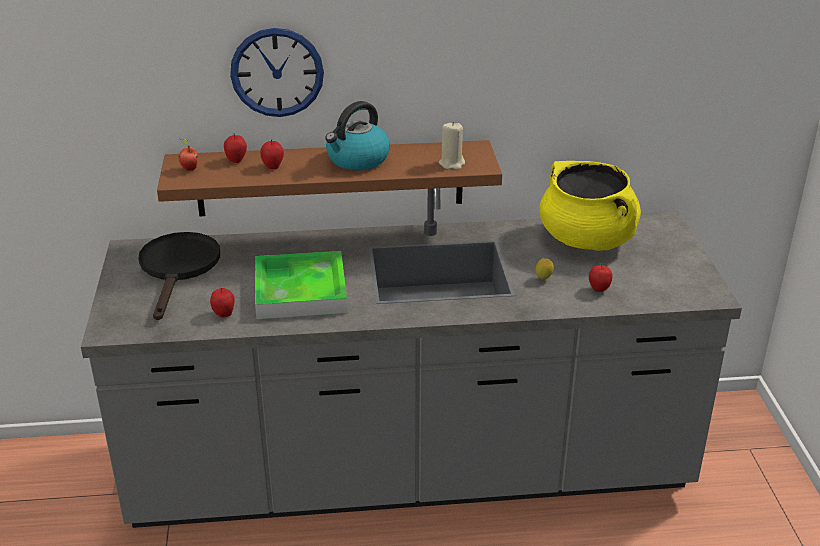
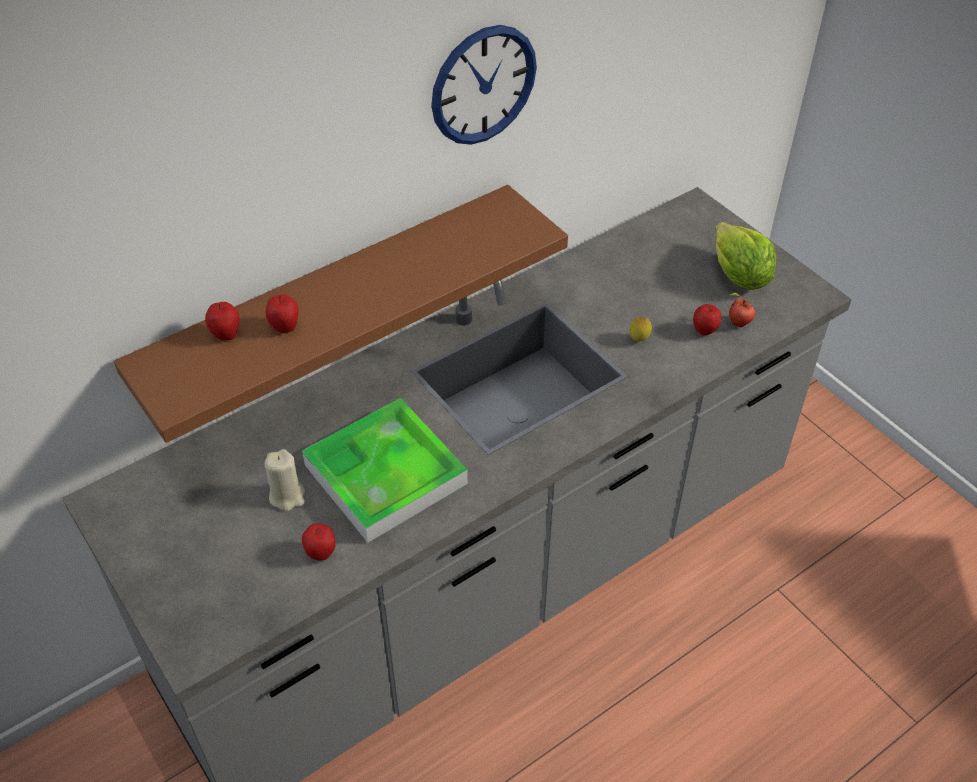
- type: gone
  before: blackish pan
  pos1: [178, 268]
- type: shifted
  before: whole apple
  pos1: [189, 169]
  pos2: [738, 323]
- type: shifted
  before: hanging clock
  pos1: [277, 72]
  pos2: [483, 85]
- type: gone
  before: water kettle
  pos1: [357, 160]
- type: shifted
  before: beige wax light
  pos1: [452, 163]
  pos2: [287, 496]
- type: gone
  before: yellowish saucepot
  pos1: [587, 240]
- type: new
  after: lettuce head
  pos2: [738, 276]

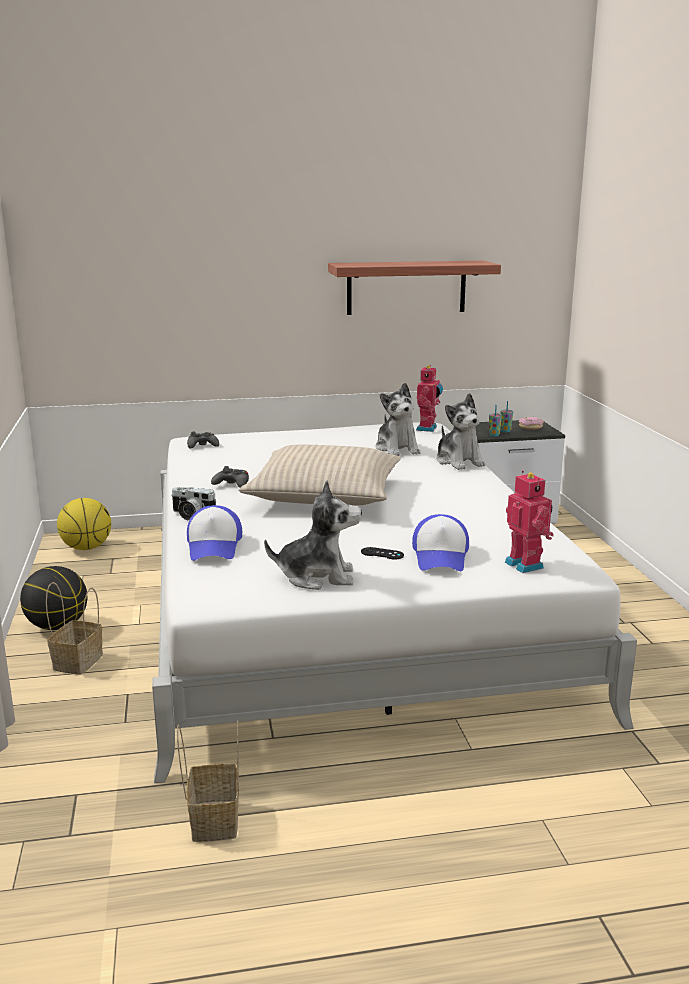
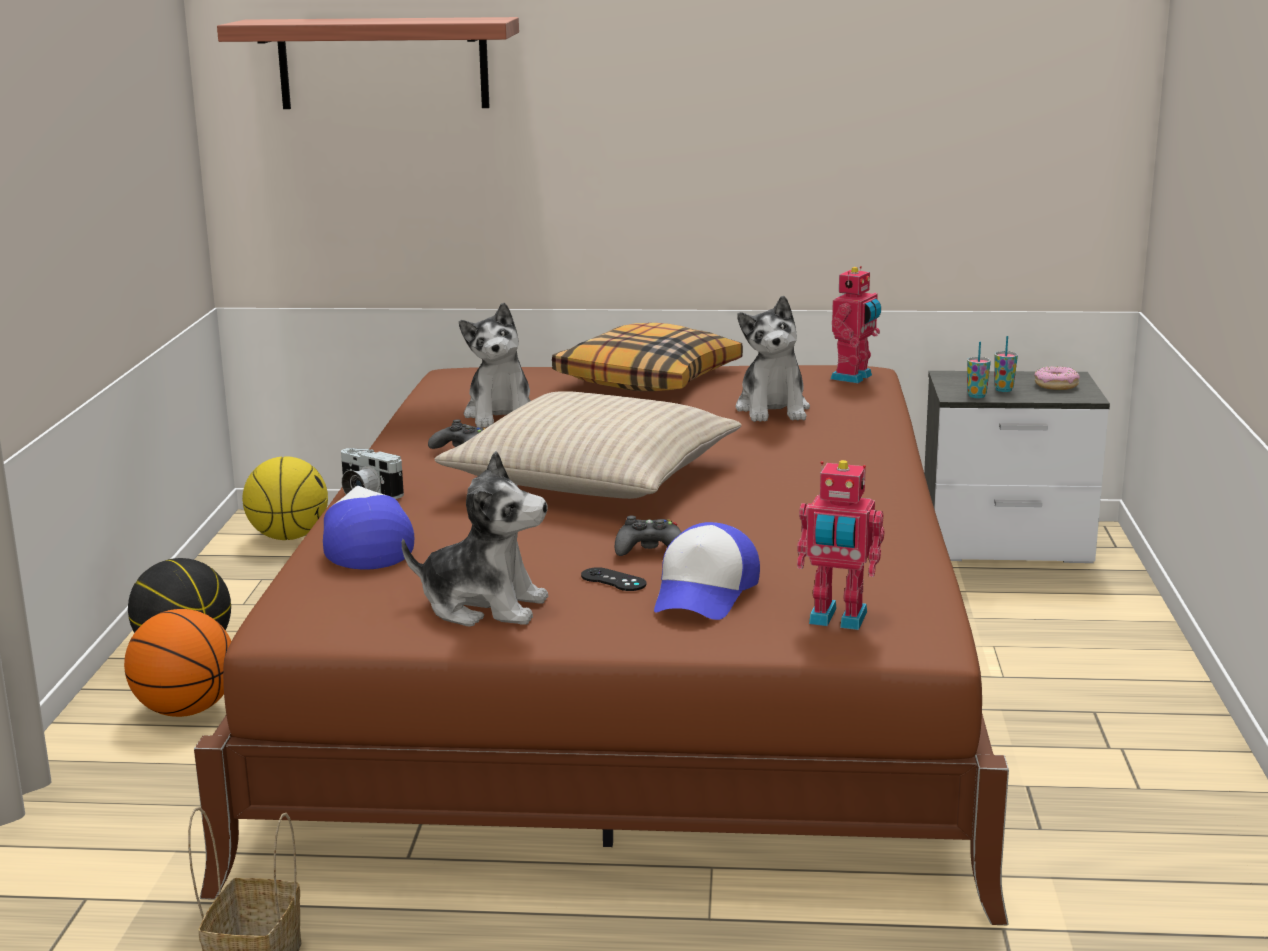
- type: swapped
  before: household basket
  after: basketball ball
  pos1: [78, 663]
  pos2: [186, 710]
- type: repainted
  before: whitish bed
  after: brown bed
  pos1: [344, 606]
  pos2: [636, 668]
- type: shifted
  before: blackish joypad
  pos1: [202, 446]
  pos2: [649, 549]
- type: rotated
  before: peaked cap
  pos1: [214, 546]
  pos2: [364, 545]
  turn: 150
- type: shifted
  before: shelf
  pos1: [406, 287]
  pos2: [383, 63]
- type: shifted
  before: soft toy
  pos1: [459, 461]
  pos2: [501, 415]
- type: rotated
  before: model robot
  pos1: [526, 564]
  pos2: [837, 619]
  turn: 120
- type: new
  after: throw pillow
  pos2: [649, 379]

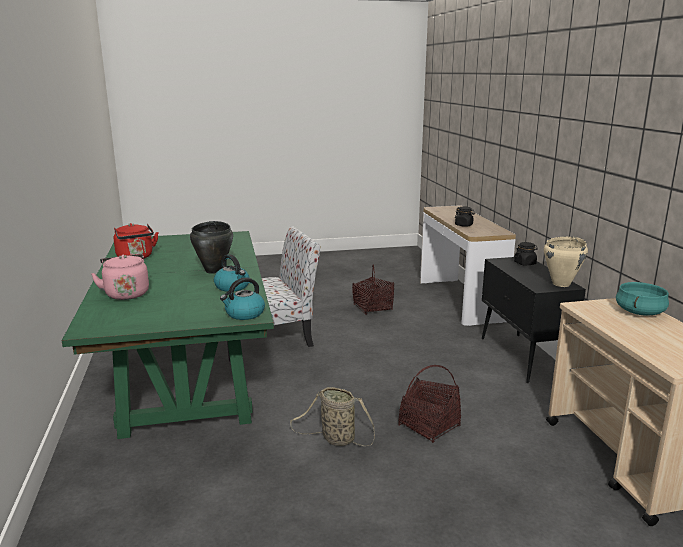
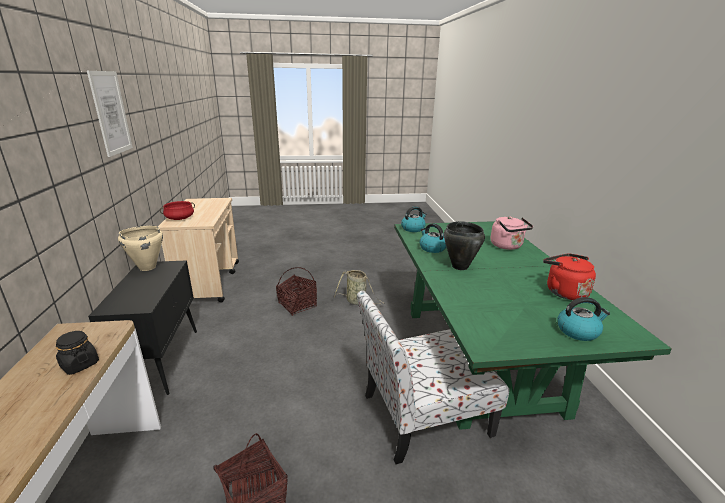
- type: gone
  before: blackish storage jar
  pos1: [525, 263]
- type: repainted
  before: turquoise-coloured saucepot
  after: red saucepot
  pos1: [640, 312]
  pos2: [180, 218]
- type: new
  after: picture
  pos2: [111, 113]
- type: new
  after: water kettle
  pos2: [578, 331]

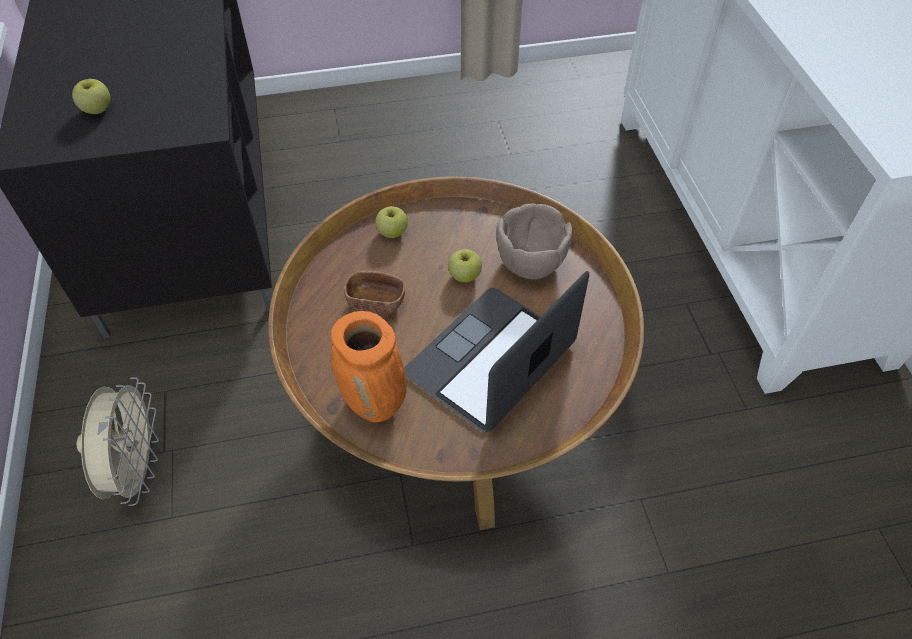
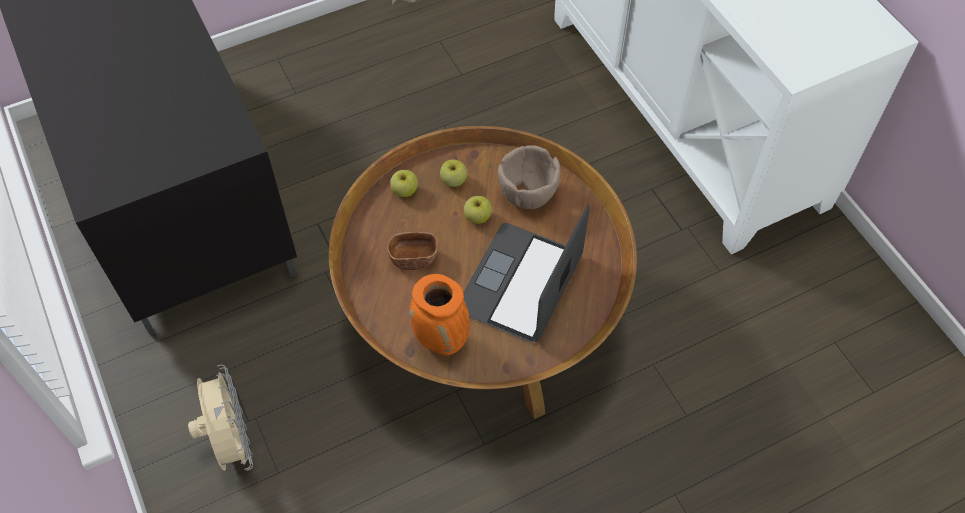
- type: shifted
  before: whole apple
  pos1: [97, 109]
  pos2: [453, 181]

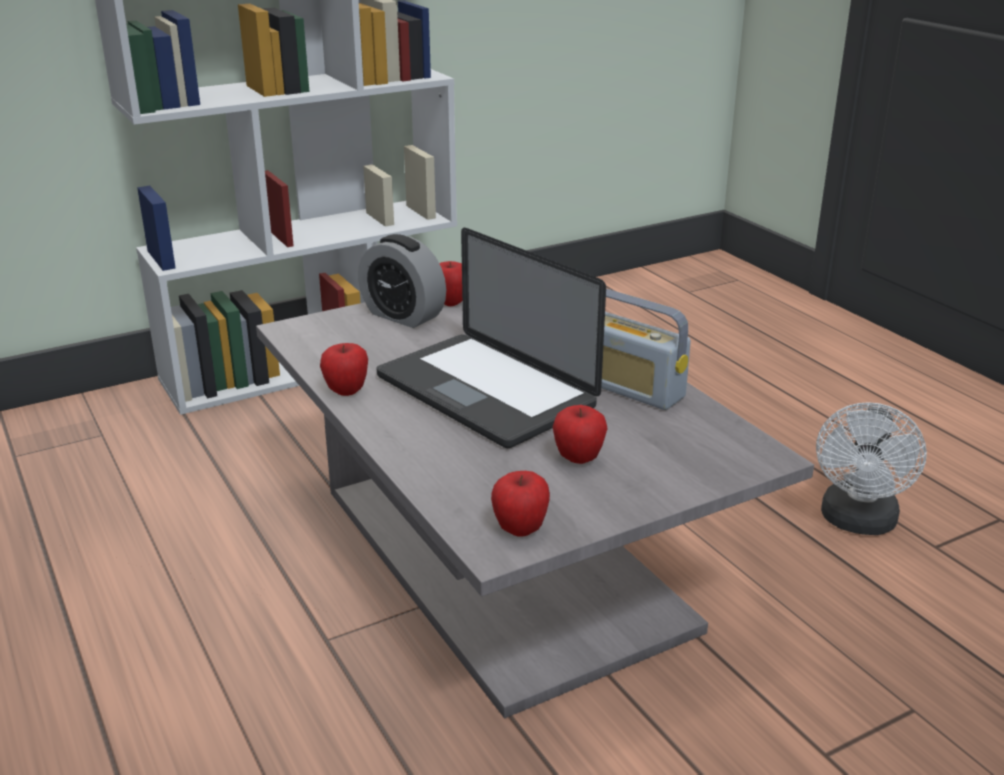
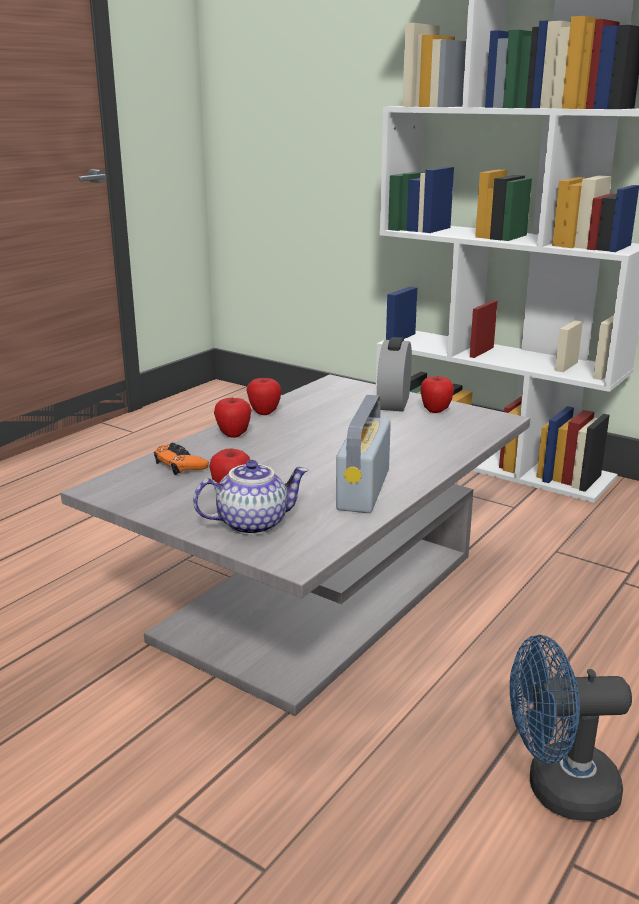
- type: gone
  before: laptop
  pos1: [485, 392]
- type: shifted
  before: whole apple
  pos1: [520, 530]
  pos2: [233, 434]
- type: repainted
  before: whitish cooling fan
  after: bluish cooling fan
  pos1: [857, 523]
  pos2: [558, 789]
- type: new
  after: orange-coloured joypad
  pos2: [180, 464]
- type: new
  after: pot for tea
  pos2: [253, 523]

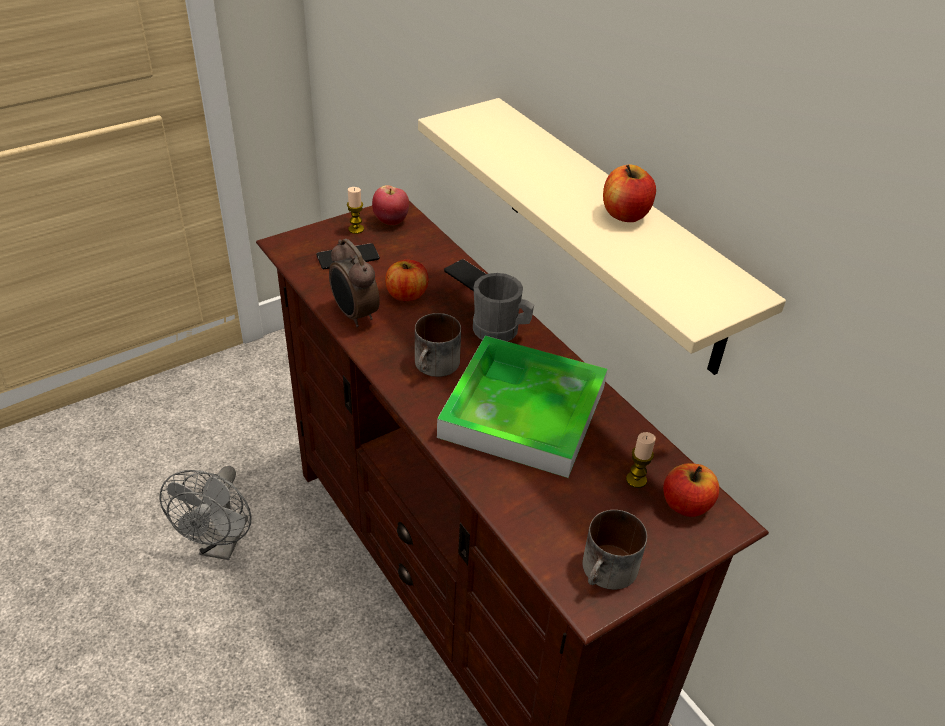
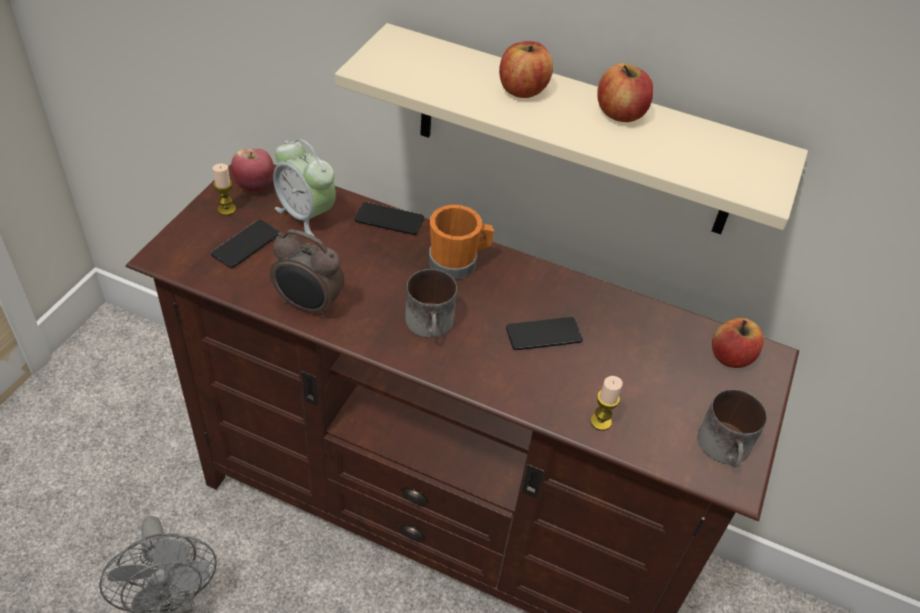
- type: shifted
  before: whole apple
  pos1: [406, 295]
  pos2: [522, 90]
- type: swapped
  before: carrying tray
  after: phone
  pos1: [523, 412]
  pos2: [543, 334]
- type: repainted
  before: grey tea mug
  after: orange-coloured tea mug
  pos1: [500, 330]
  pos2: [458, 262]
- type: shifted
  before: wax light
  pos1: [636, 480]
  pos2: [600, 421]
- type: new
  after: table clock
  pos2: [306, 215]

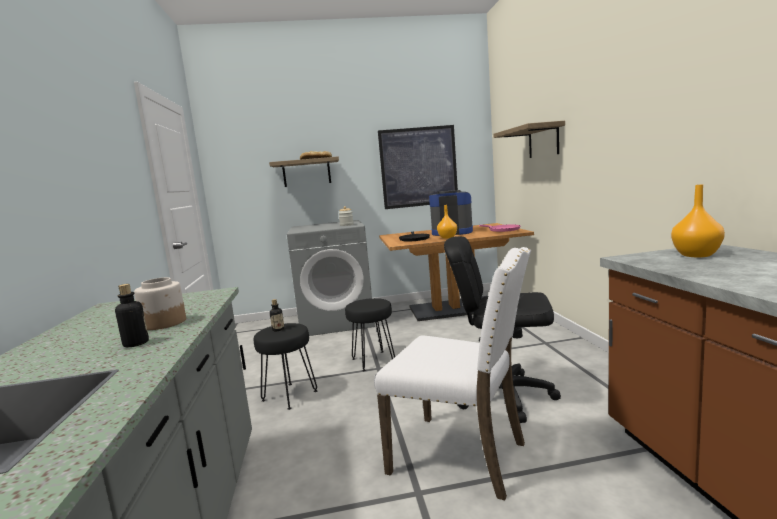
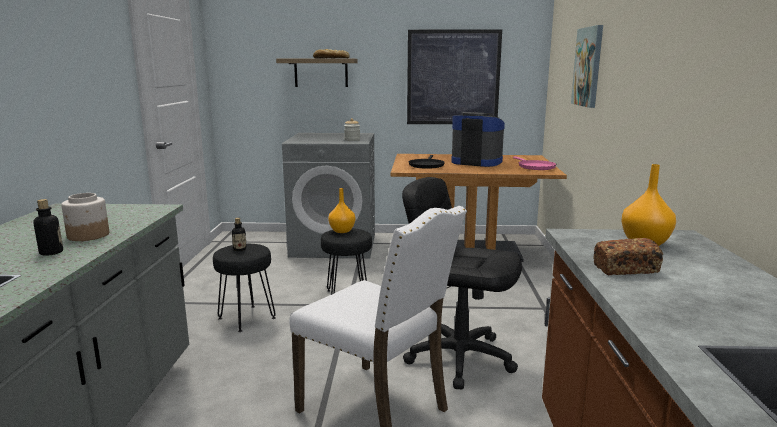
- type: shifted
  before: orange-coloured flower vase
  pos1: [448, 237]
  pos2: [342, 231]
- type: swapped
  before: shelf
  after: picture
  pos1: [543, 141]
  pos2: [588, 67]
- type: new
  after: bakery bread
  pos2: [625, 269]

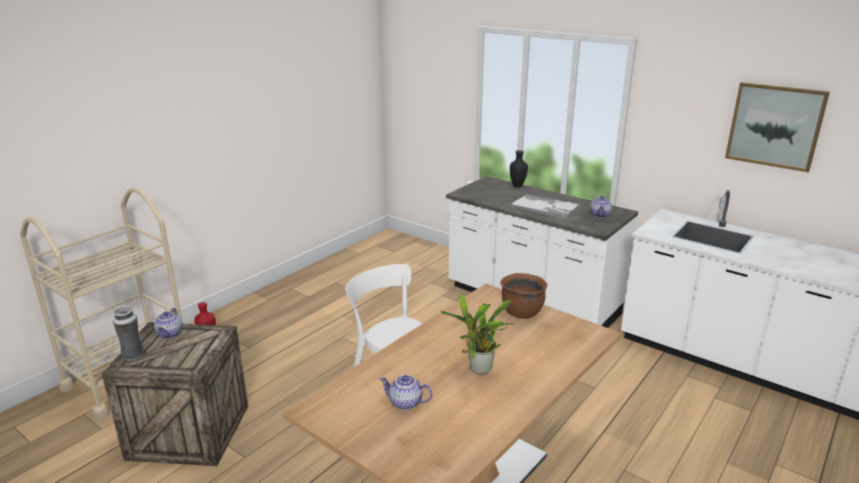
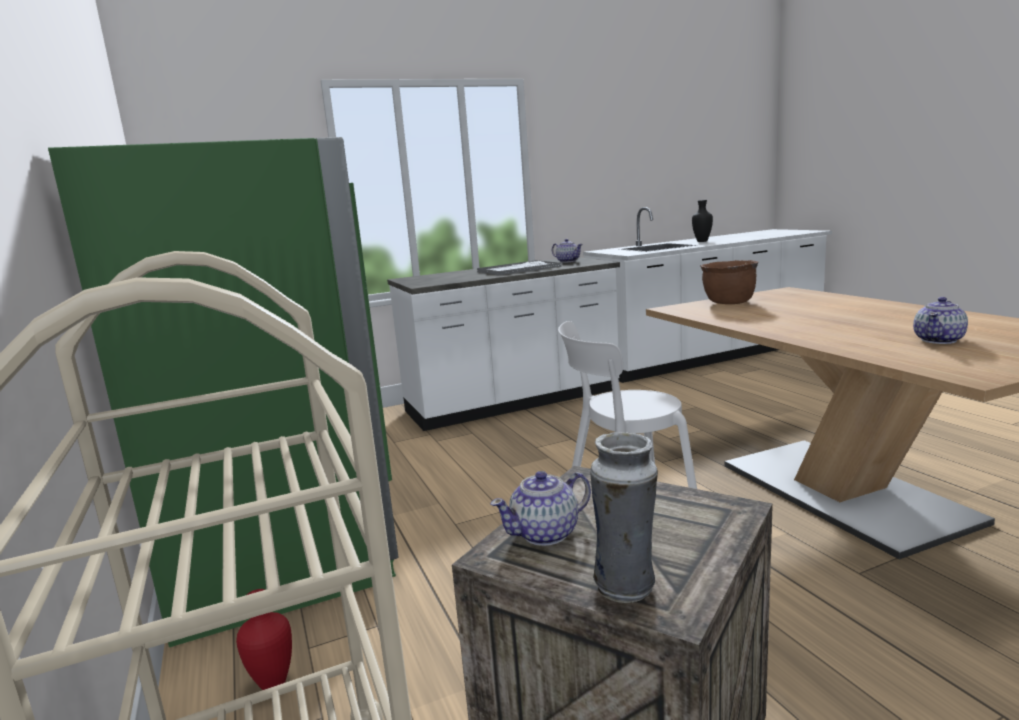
- type: rotated
  before: pot for tea
  pos1: [170, 333]
  pos2: [546, 533]
  turn: 120
- type: gone
  before: potted plant
  pos1: [478, 371]
- type: shifted
  before: blackish flower vase
  pos1: [517, 186]
  pos2: [702, 241]
- type: gone
  before: picture
  pos1: [775, 126]
- type: new
  after: green kitchen fridge
  pos2: [282, 544]

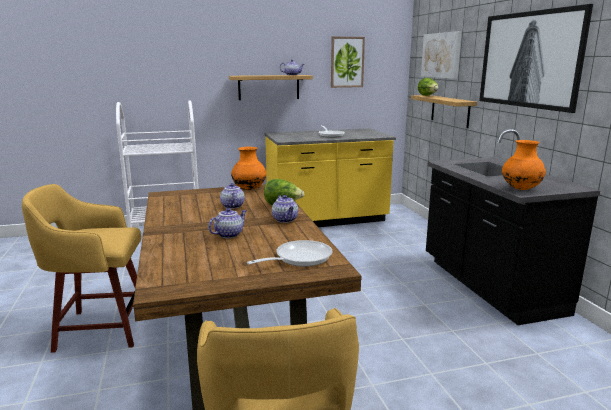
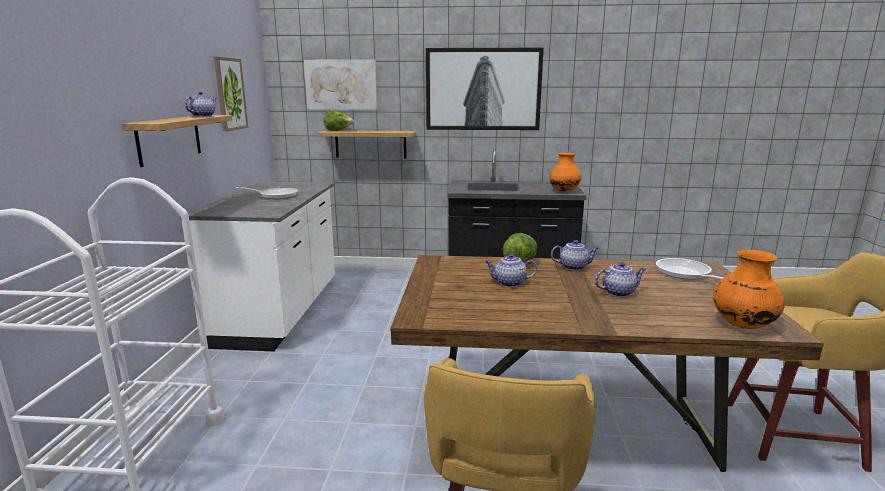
- type: rotated
  before: pot for tea
  pos1: [229, 234]
  pos2: [619, 292]
  turn: 105
- type: shifted
  before: orange-coloured flower vase
  pos1: [249, 189]
  pos2: [742, 325]
- type: repainted
  before: yellowish kitchen counter
  after: whitish kitchen counter
  pos1: [327, 220]
  pos2: [280, 313]

